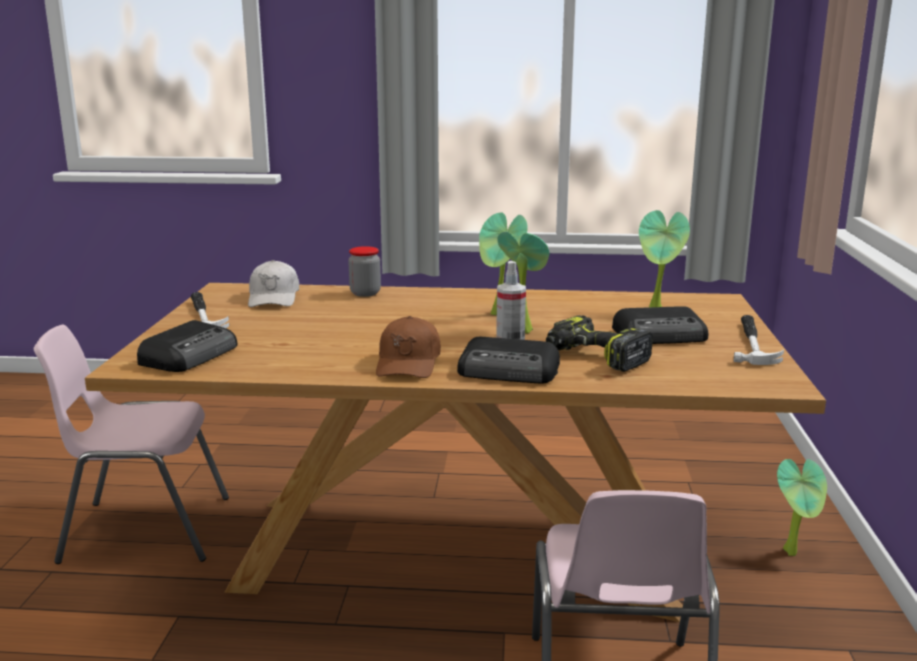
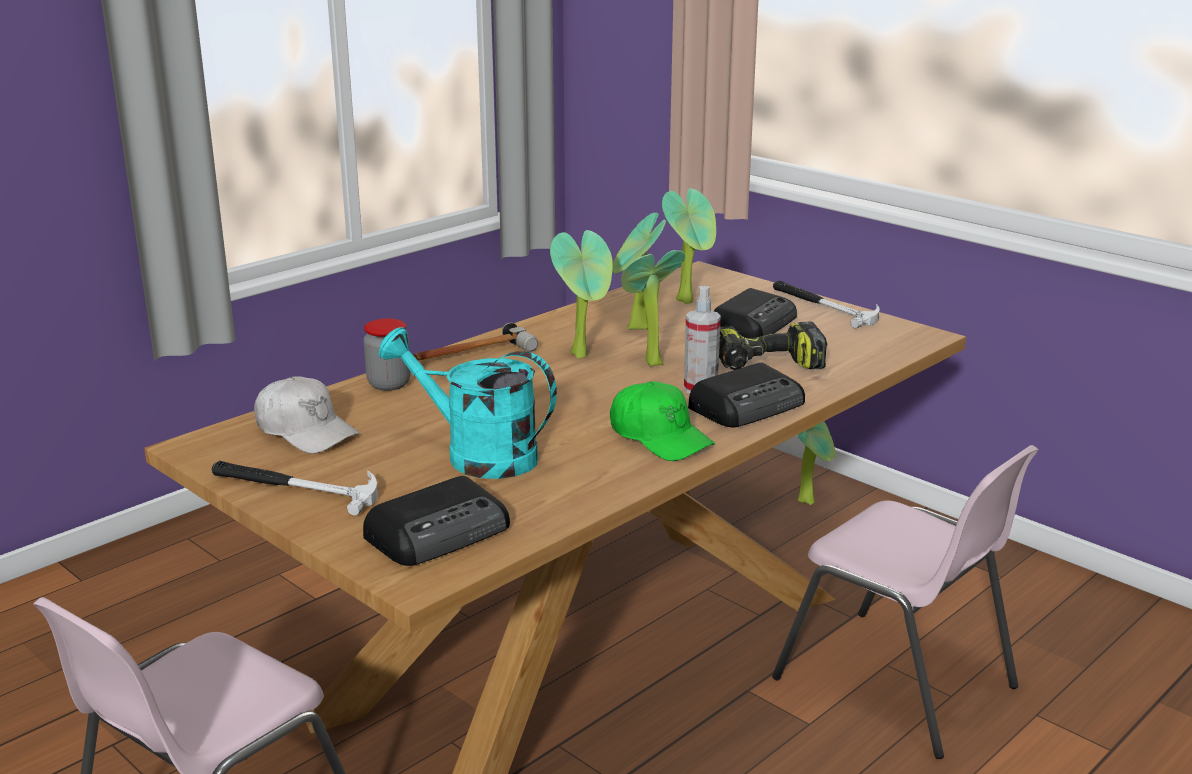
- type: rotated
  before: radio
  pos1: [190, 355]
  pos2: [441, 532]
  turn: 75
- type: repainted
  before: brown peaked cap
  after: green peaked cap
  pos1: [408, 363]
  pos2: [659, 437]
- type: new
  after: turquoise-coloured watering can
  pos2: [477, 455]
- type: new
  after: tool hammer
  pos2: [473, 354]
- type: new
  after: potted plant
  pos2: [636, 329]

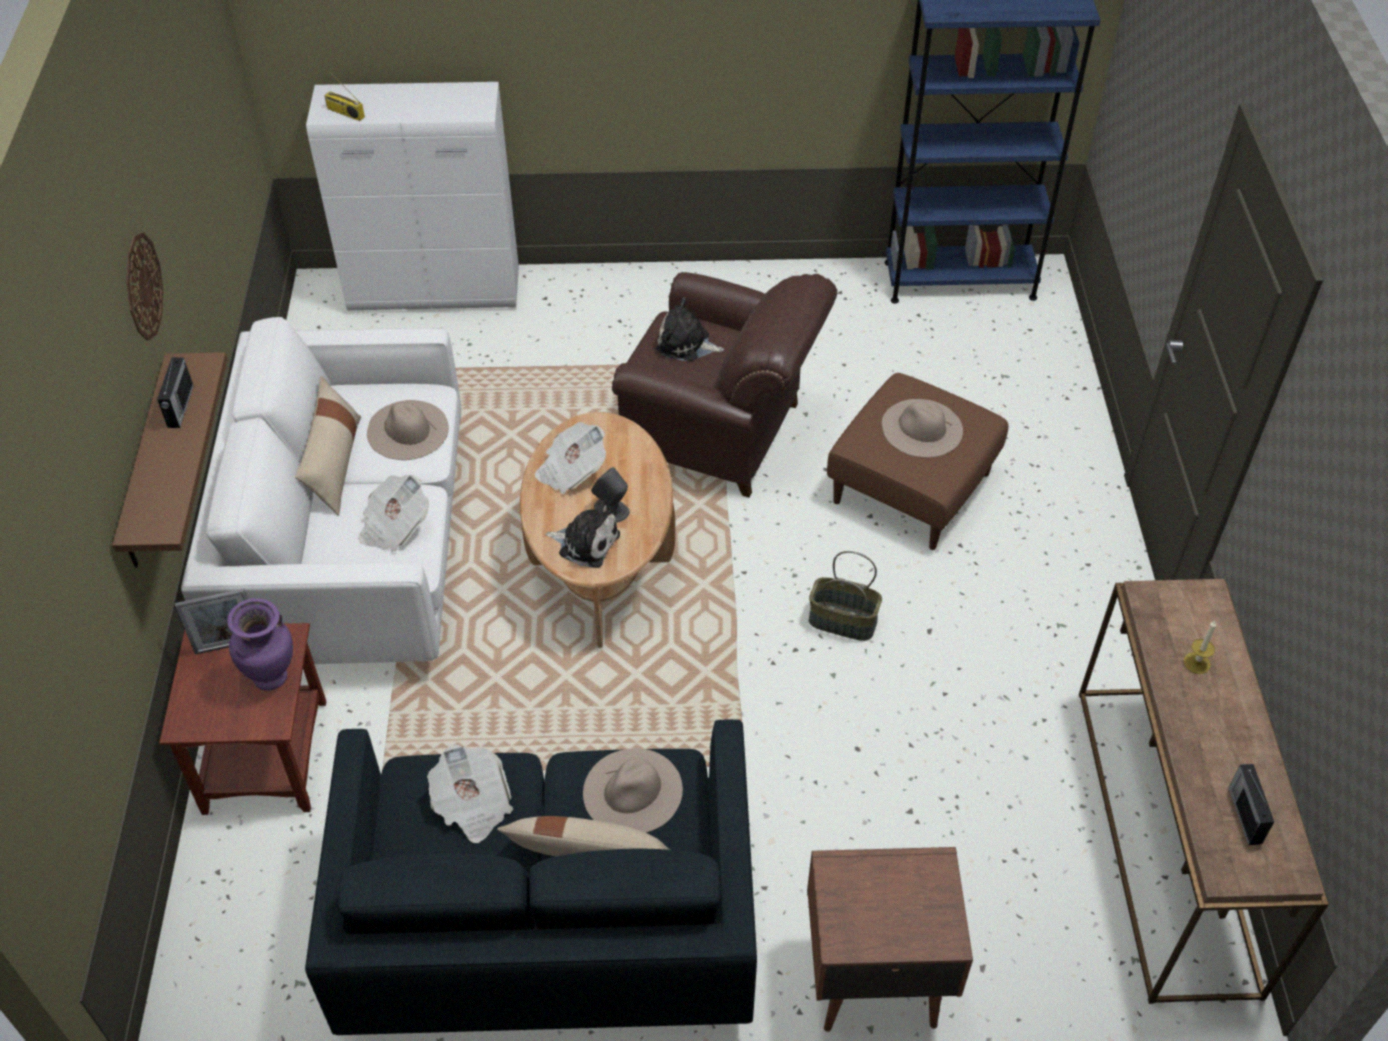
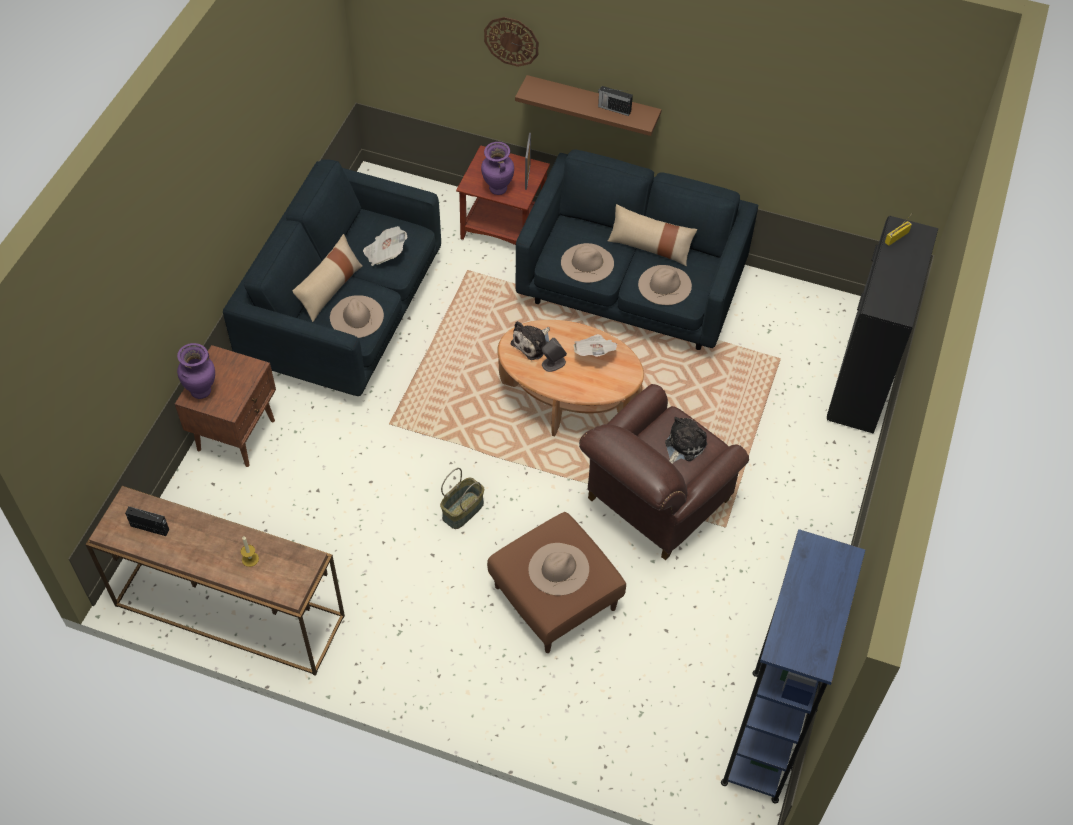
- type: shifted
  before: hanging clock
  pos1: [142, 286]
  pos2: [511, 41]
- type: repainted
  before: whitish couch
  after: bluish couch
  pos1: [353, 551]
  pos2: [631, 289]
- type: repainted
  before: whitish storage cabinet
  after: blackish storage cabinet
  pos1: [436, 291]
  pos2: [862, 381]
- type: swapped
  before: newspaper
  after: beige wearable hat
  pos1: [394, 526]
  pos2: [587, 263]
- type: new
  after: purple-coloured flower vase
  pos2: [202, 391]

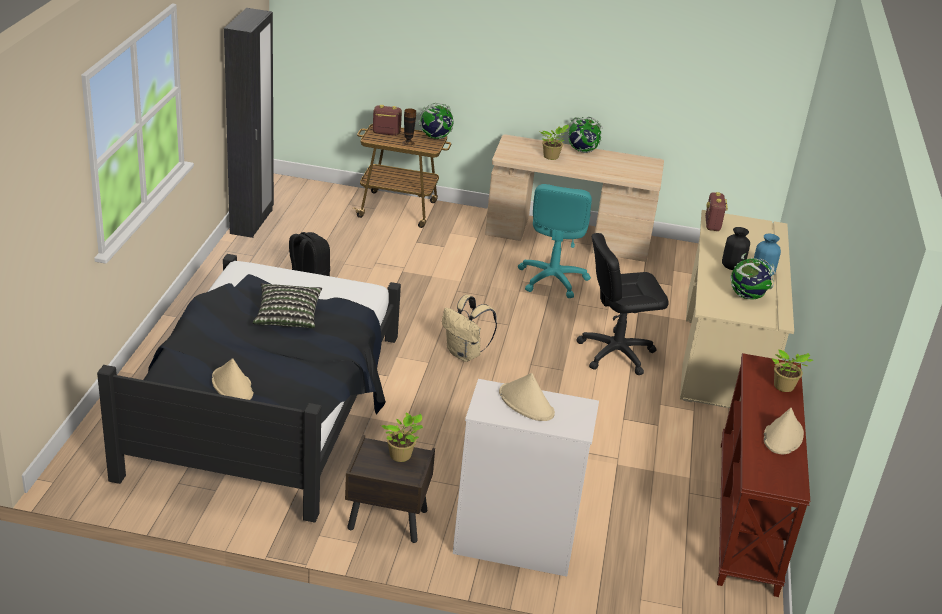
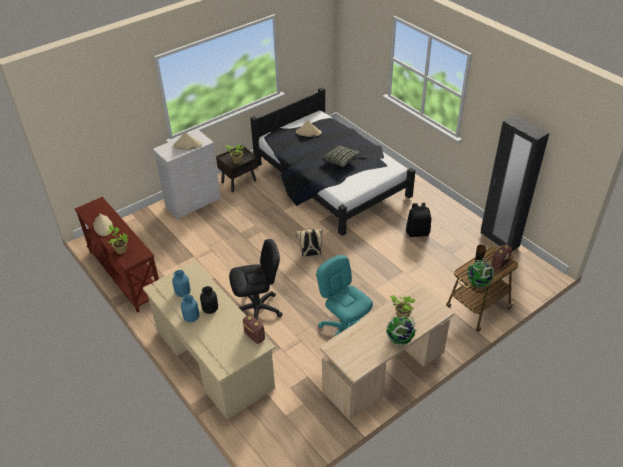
- type: rotated
  before: blackish desk chair
  pos1: [615, 353]
  pos2: [258, 310]
  turn: 45
- type: swapped
  before: globe
  after: bluish flower vase
  pos1: [747, 296]
  pos2: [183, 292]

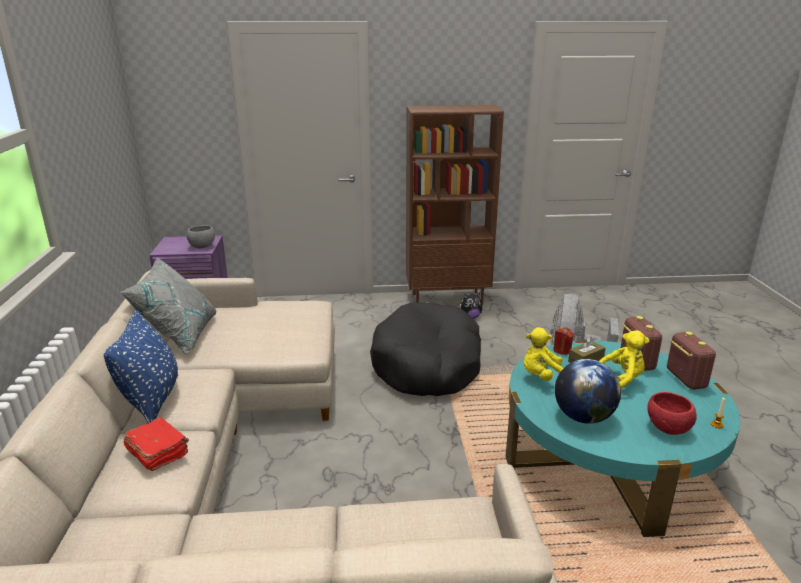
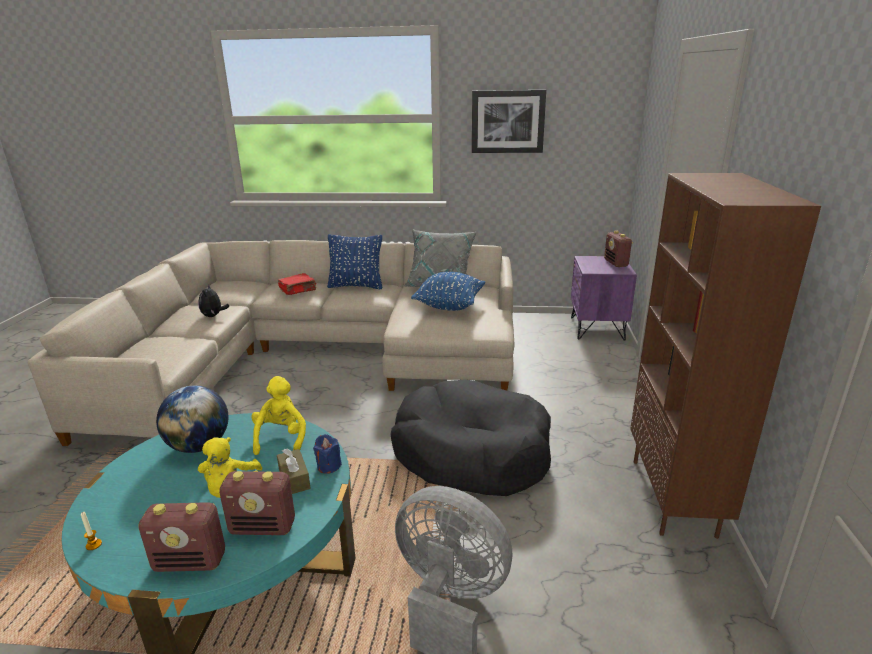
- type: gone
  before: grey bowl
  pos1: [201, 247]
- type: shifted
  before: soft toy
  pos1: [470, 317]
  pos2: [213, 316]
- type: repainted
  before: red wax light
  after: bluish wax light
  pos1: [562, 350]
  pos2: [328, 466]
- type: gone
  before: red bowl
  pos1: [668, 429]
- type: new
  after: bluish throw pillow
  pos2: [449, 306]
- type: new
  after: picture
  pos2: [507, 121]
- type: new
  after: radio
  pos2: [616, 263]

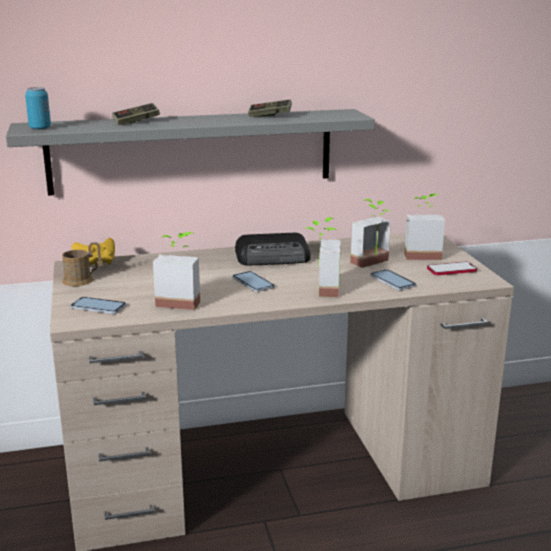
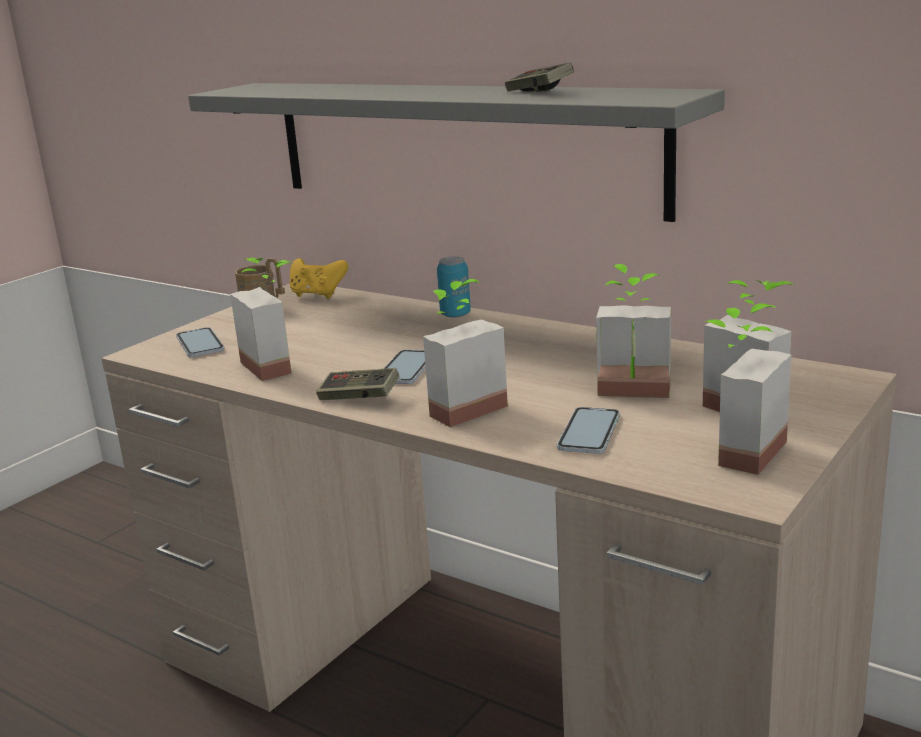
- type: shifted
  before: metal can
  pos1: [40, 128]
  pos2: [455, 314]
- type: shifted
  before: joypad
  pos1: [136, 122]
  pos2: [359, 398]
- type: gone
  before: radio
  pos1: [274, 257]
- type: swapped
  before: phone
  after: potted plant
  pos1: [451, 270]
  pos2: [736, 450]

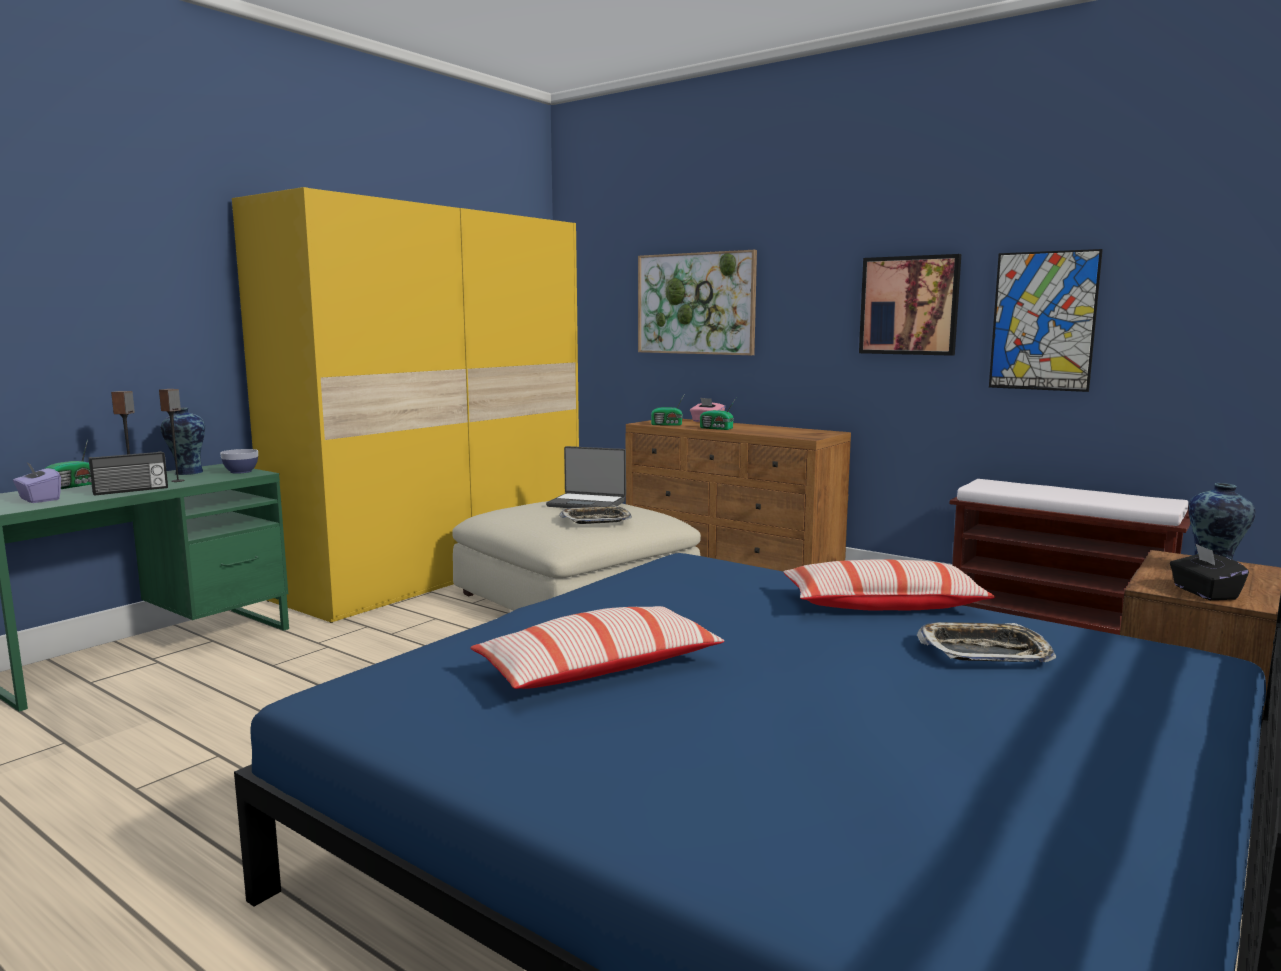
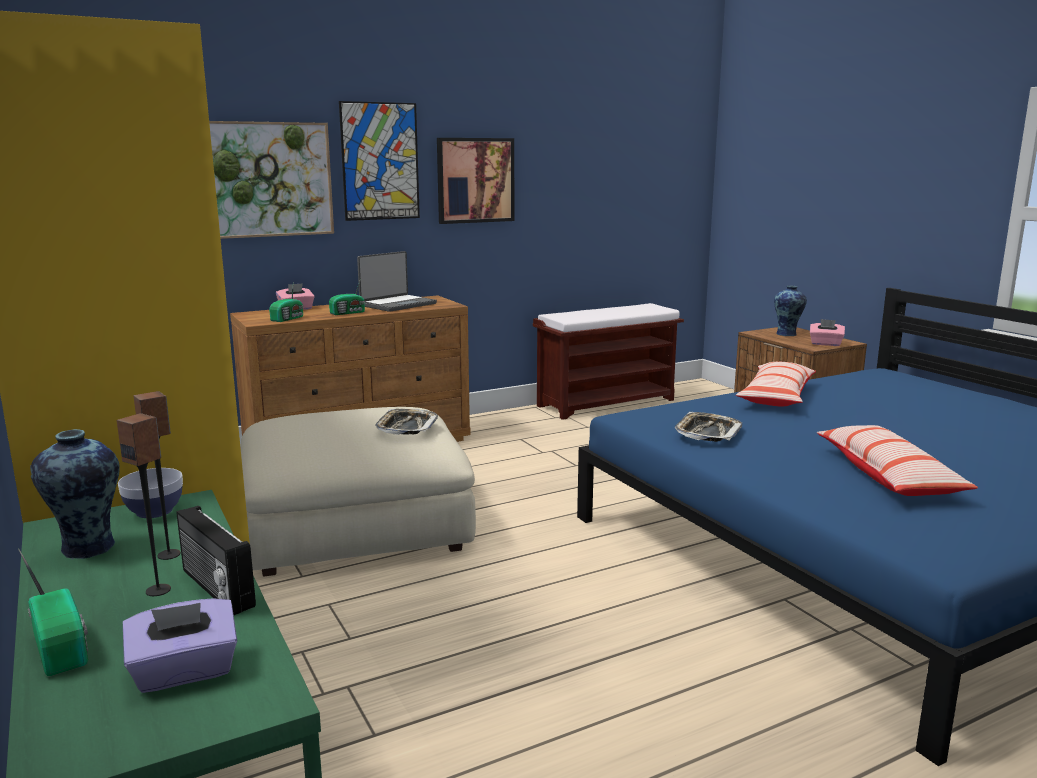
- type: rotated
  before: radio
  pos1: [131, 490]
  pos2: [215, 589]
  turn: 150
- type: shifted
  before: laptop
  pos1: [587, 503]
  pos2: [397, 304]
- type: shifted
  before: carrying tray
  pos1: [984, 651]
  pos2: [707, 433]
- type: shifted
  before: picture
  pos1: [1043, 321]
  pos2: [380, 161]
- type: repainted
  before: blackish box of tissues
  after: pink box of tissues
  pos1: [1204, 593]
  pos2: [825, 344]

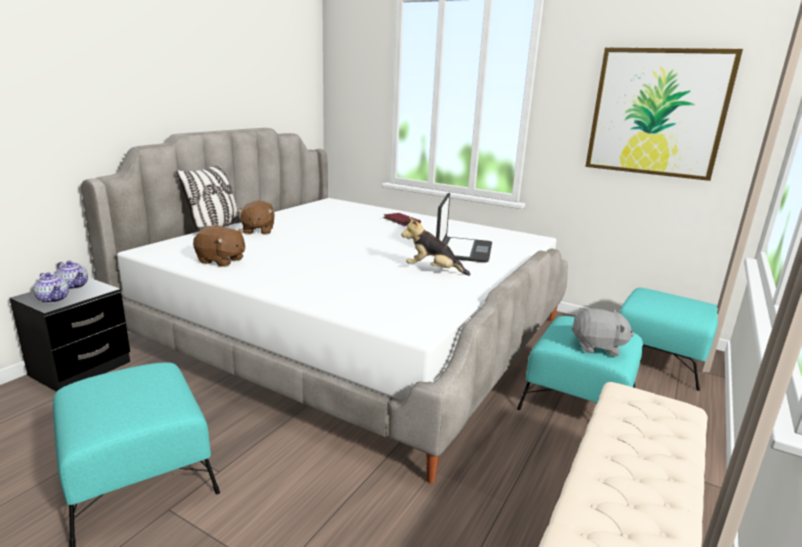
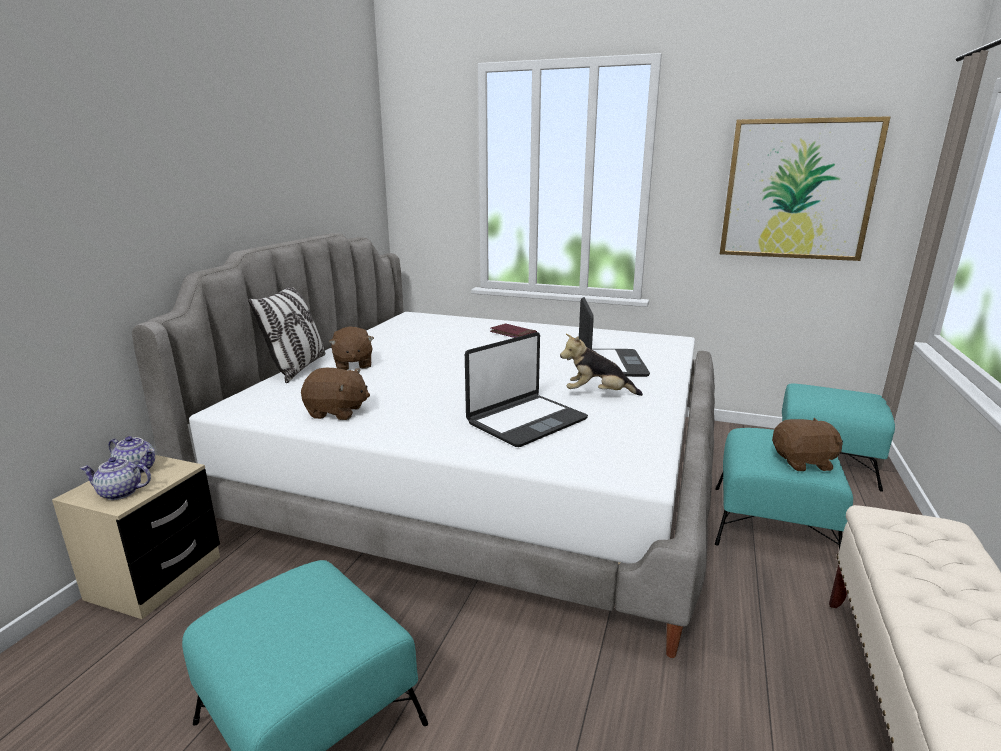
- type: repainted
  before: blackish nightstand
  after: beige nightstand
  pos1: [81, 369]
  pos2: [155, 578]
- type: rotated
  before: pot for tea
  pos1: [54, 299]
  pos2: [119, 493]
  turn: 150
- type: repainted
  before: grey soft toy
  after: brown soft toy
  pos1: [598, 347]
  pos2: [803, 462]
- type: new
  after: laptop
  pos2: [526, 421]

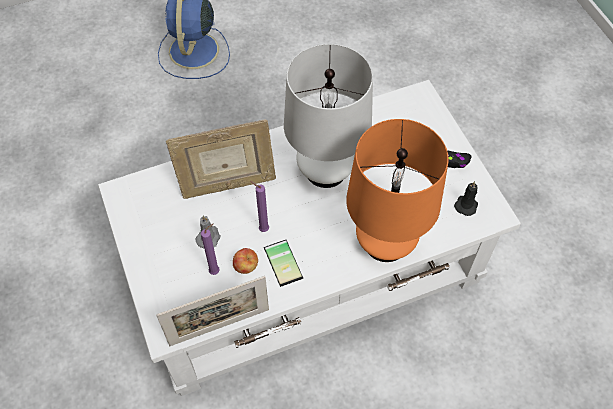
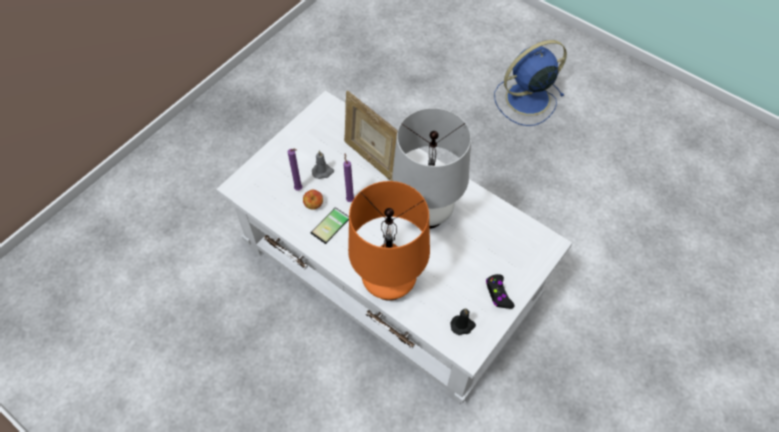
- type: gone
  before: picture frame
  pos1: [219, 327]

